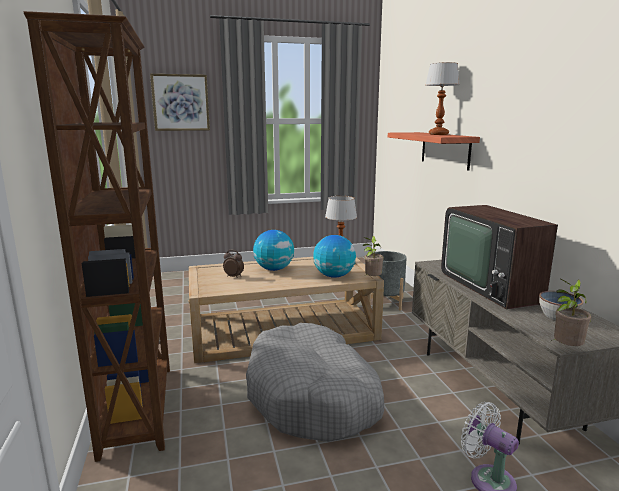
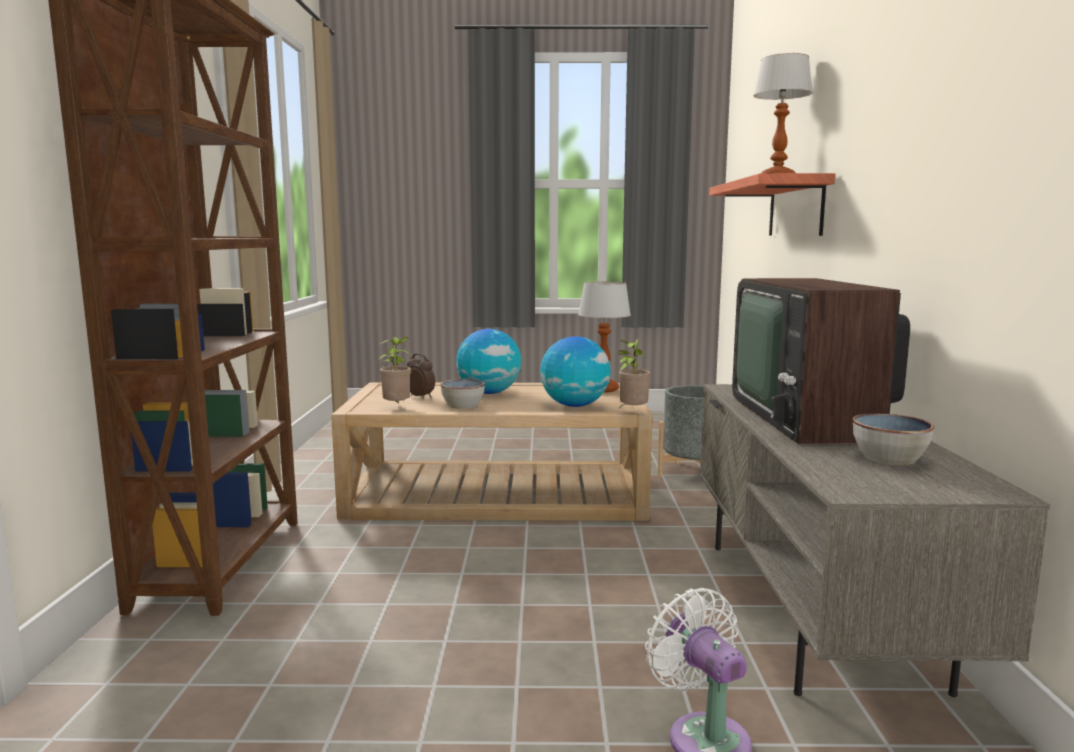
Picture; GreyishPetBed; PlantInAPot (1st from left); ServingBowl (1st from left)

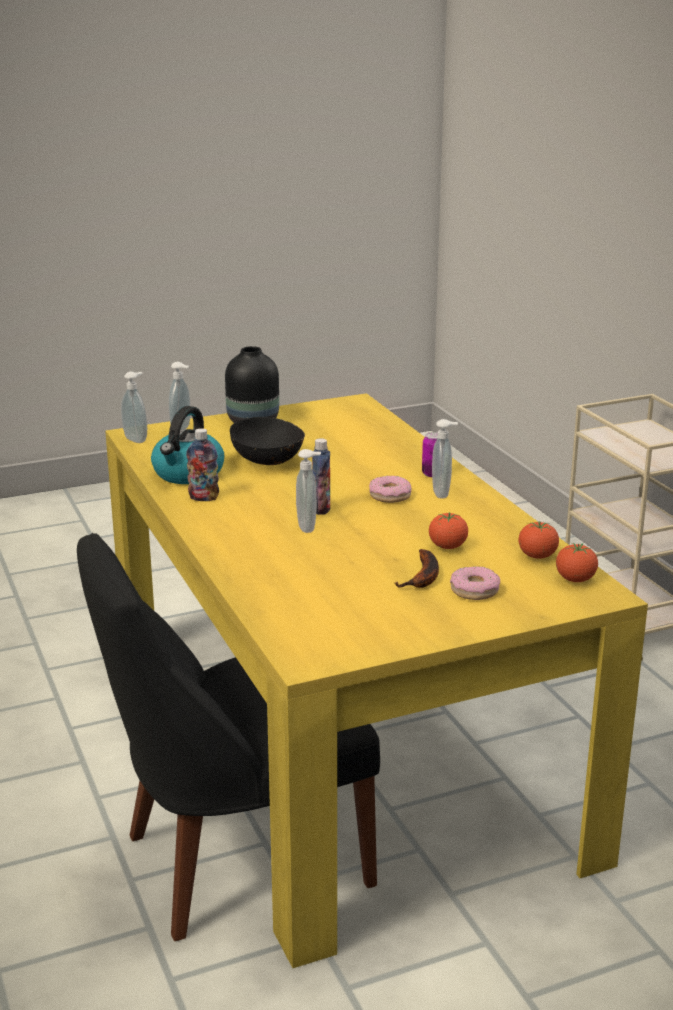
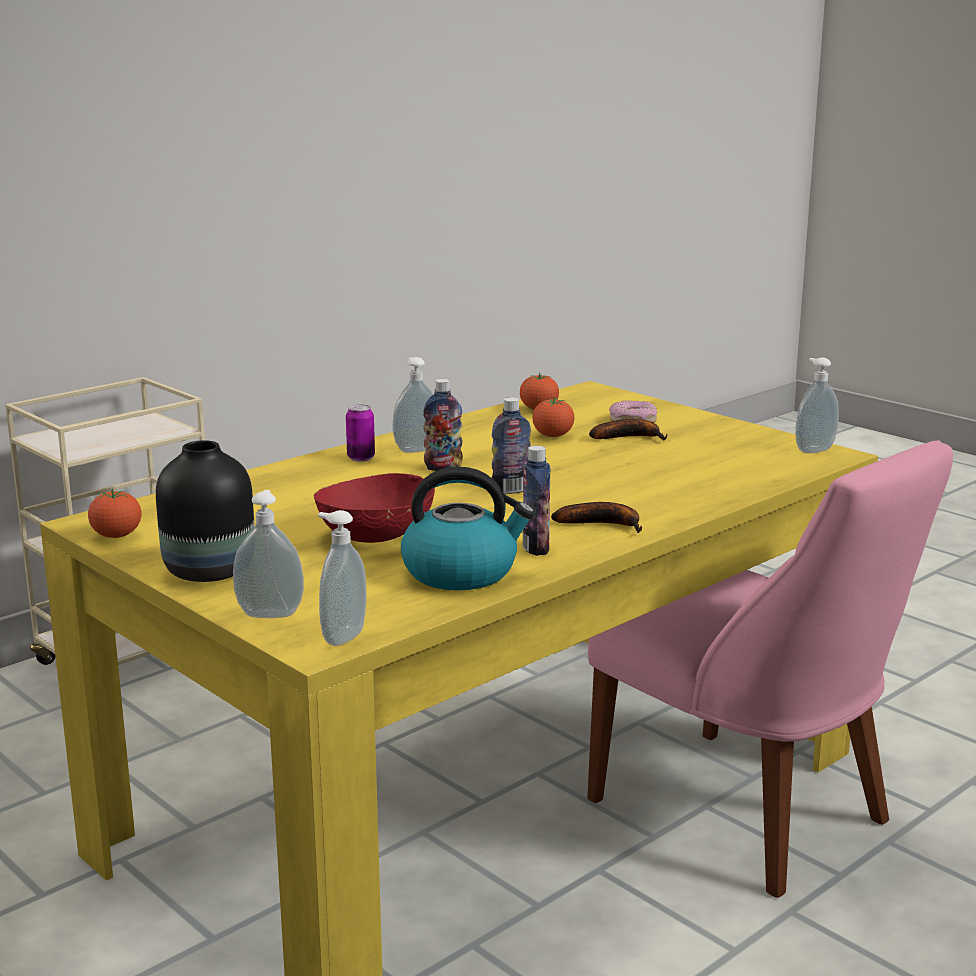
PinkishUprightChair; RedServingBowl; LiquidSoapBottle (4th from left); BeverageBottle (1st from left); FreshTomato (1st from left); WholeBanana (1st from left)

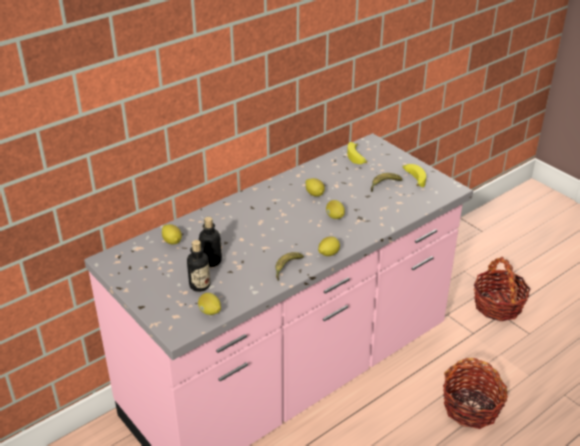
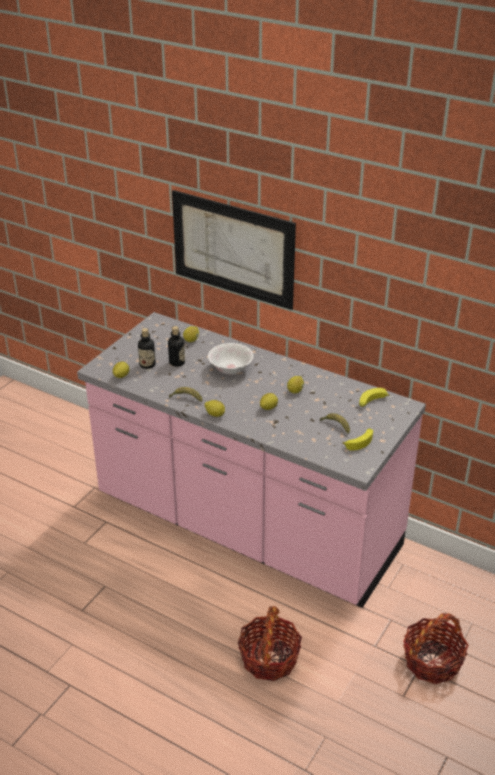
Picture; WhiteServingBowl

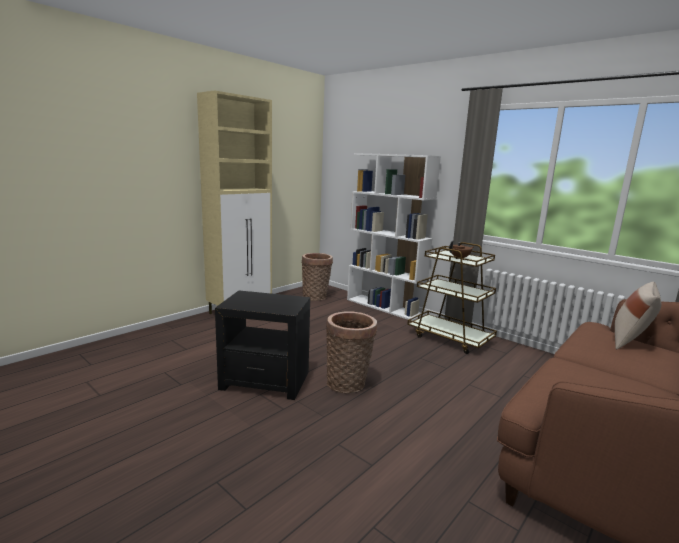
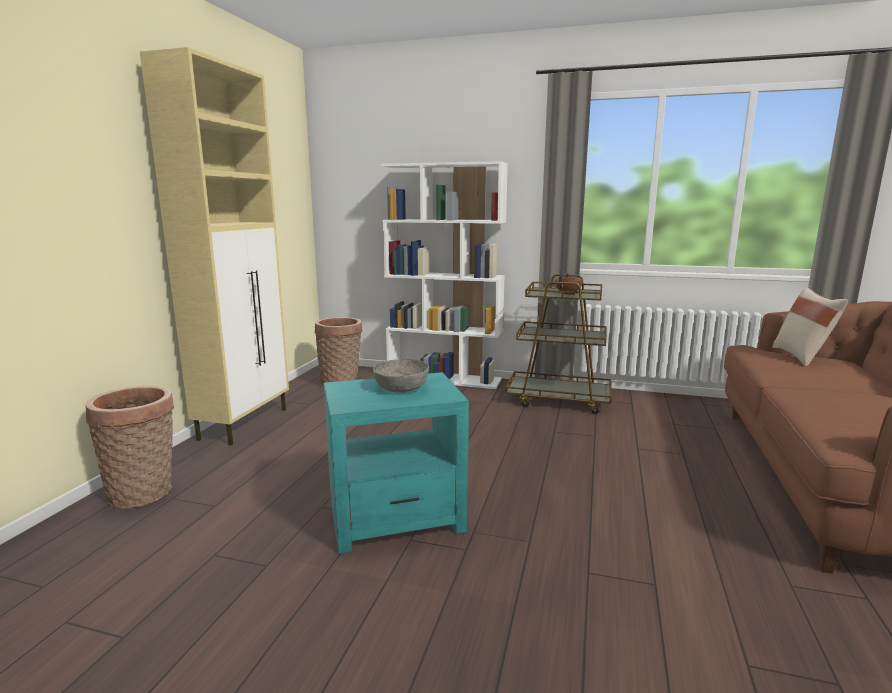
TurquoiseColouredSideTable; HouseholdBasket (1st from left); GreyishServingBowl

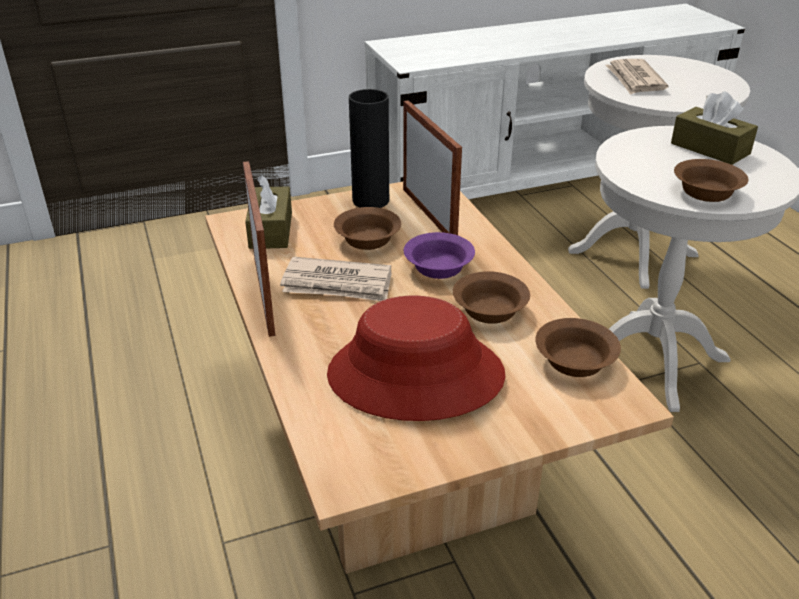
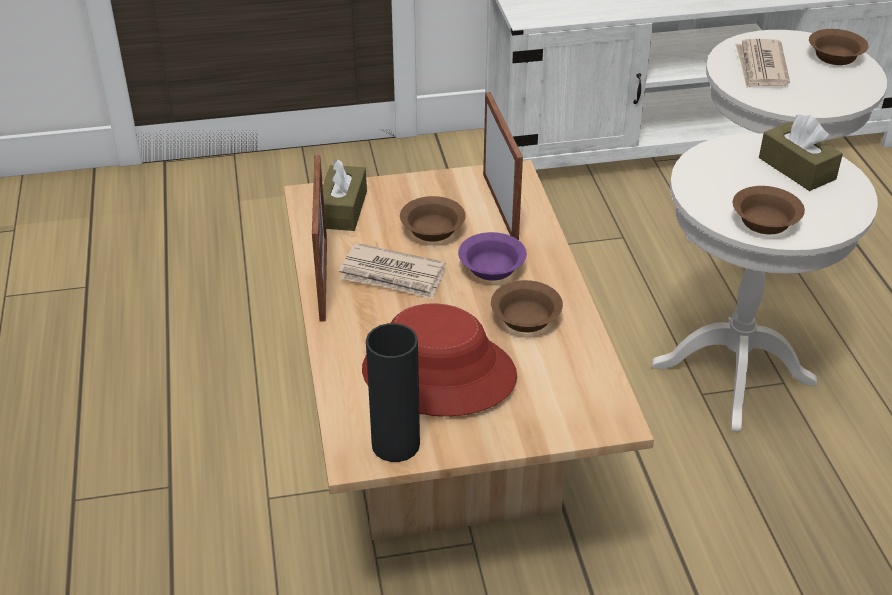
BlackishVase; BrownColouredServingBowl (4th from left)

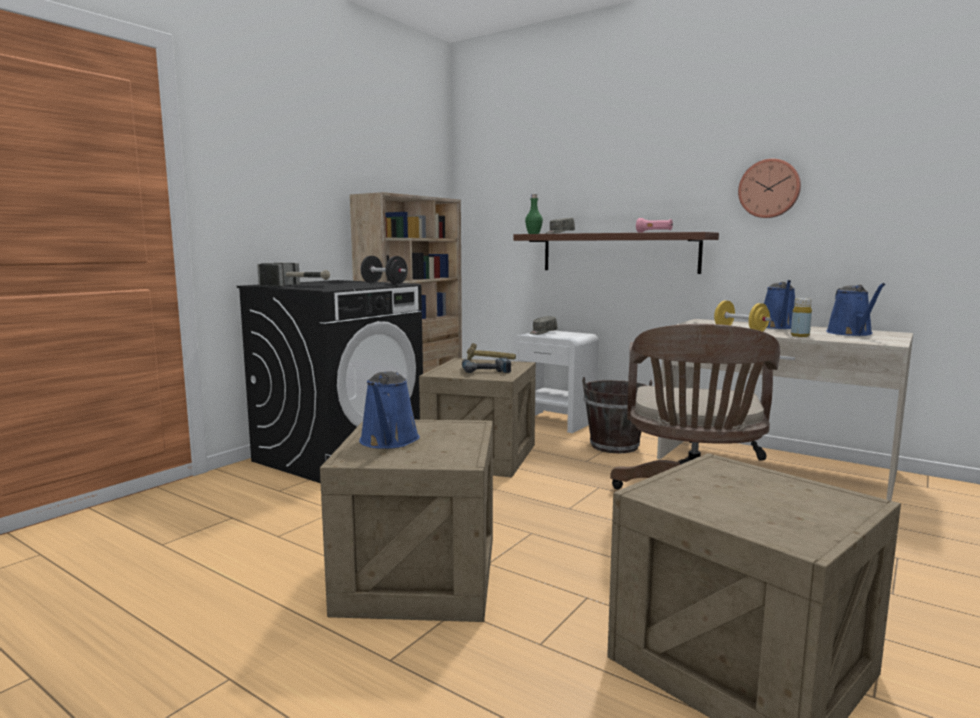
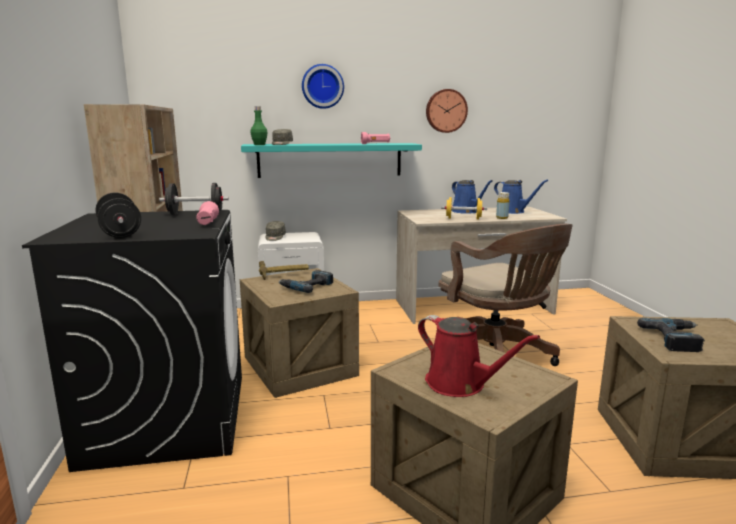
BlackishFreeWeight (1st from left); RedWateringPot; TurquoiseColouredShelf; BrownColouredBucket; PinkishFlashlight (1st from left); HangingClock (1st from left); PowerDrill (2nd from left)

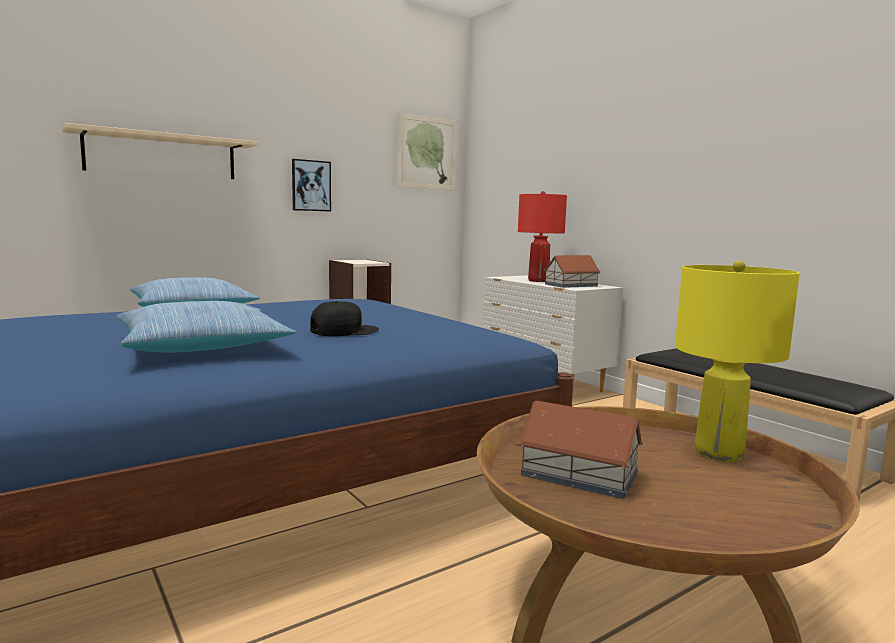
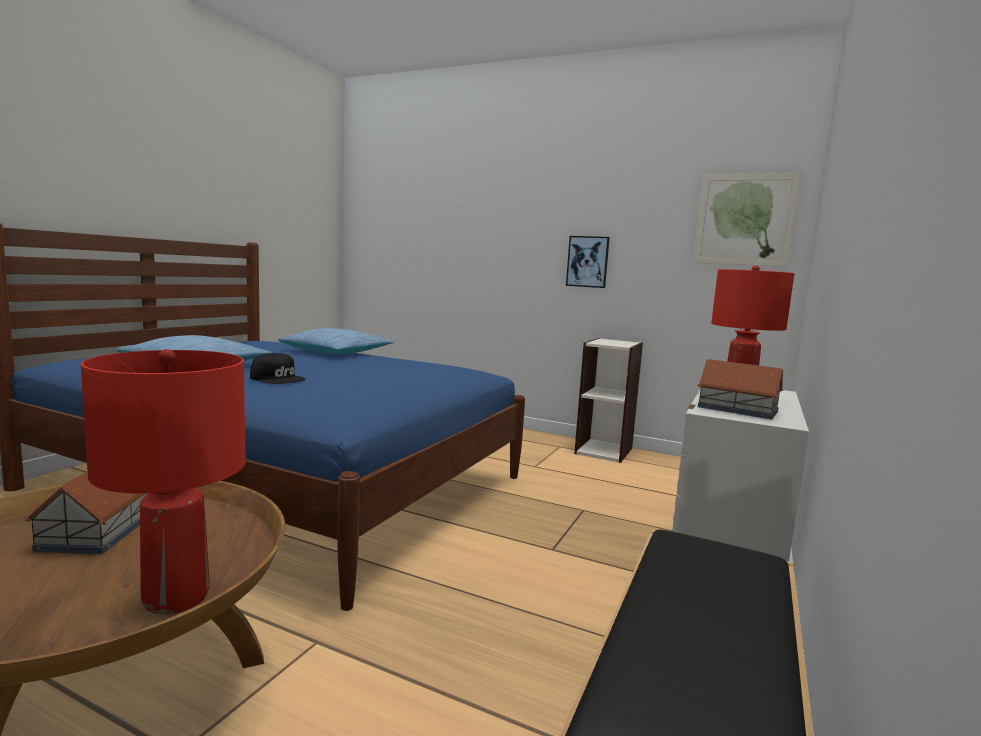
BeigeShelf; RedTableLamp (1st from left)

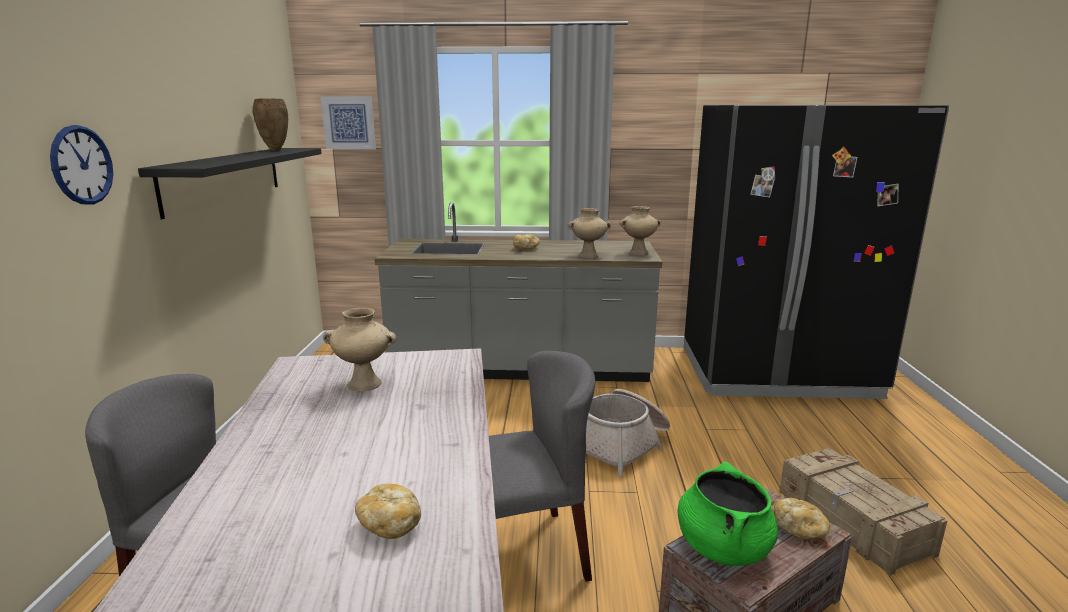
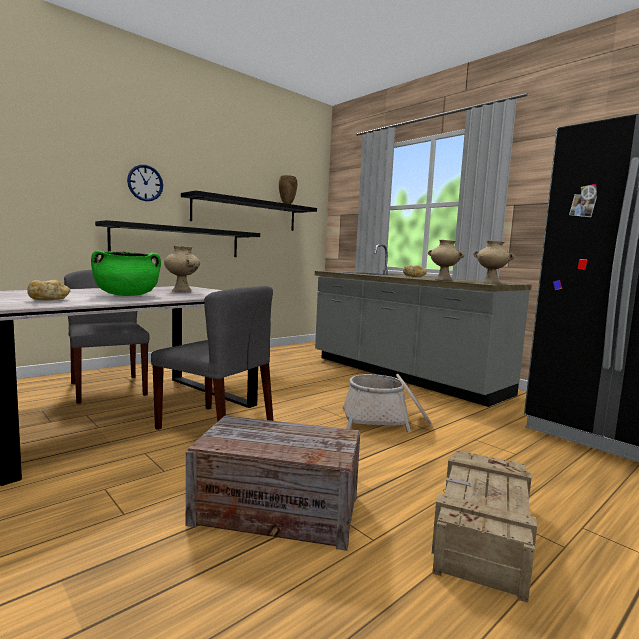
Picture; GreenishCookingPot; BakedBread (3rd from left in the first image); BlackishShelf (1st from left)

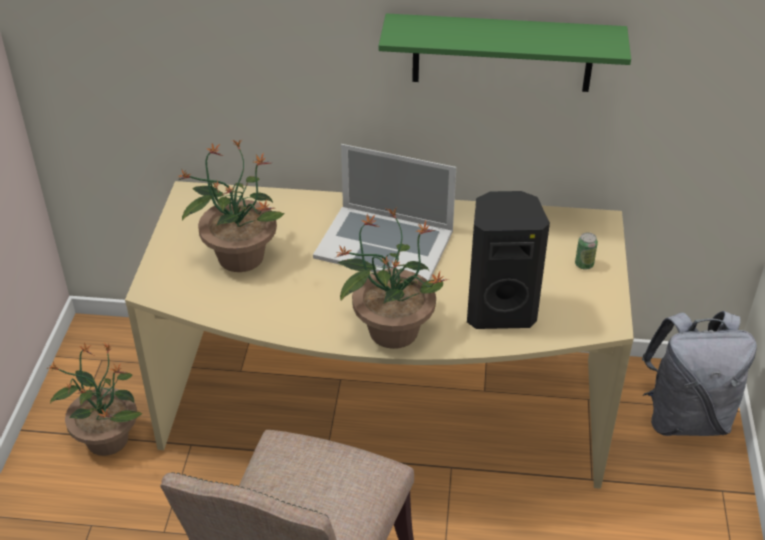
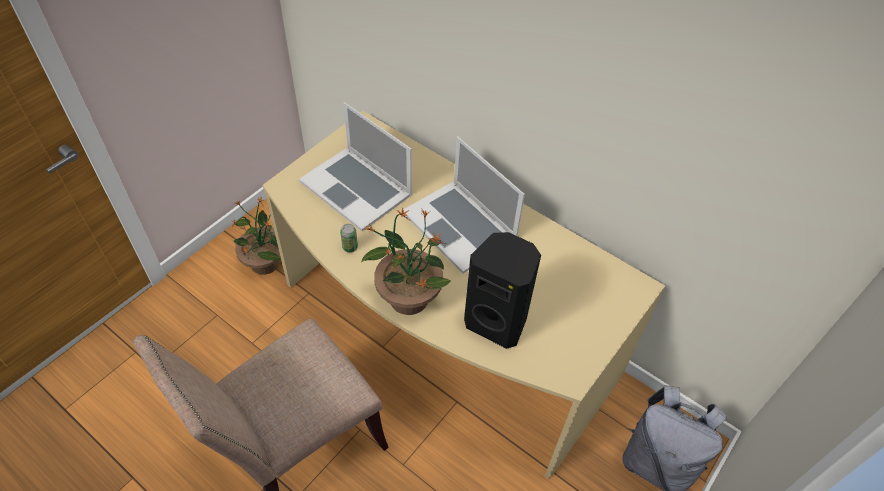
PortableComputer (1st from left); GreenishShelf; MetalCan

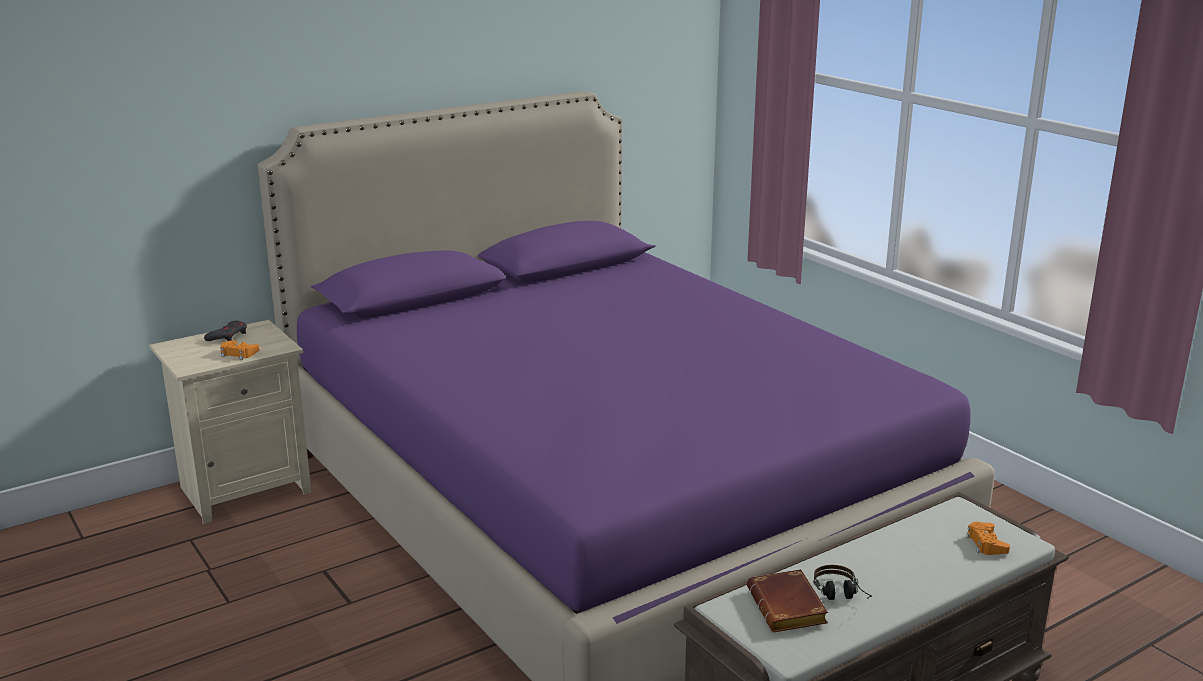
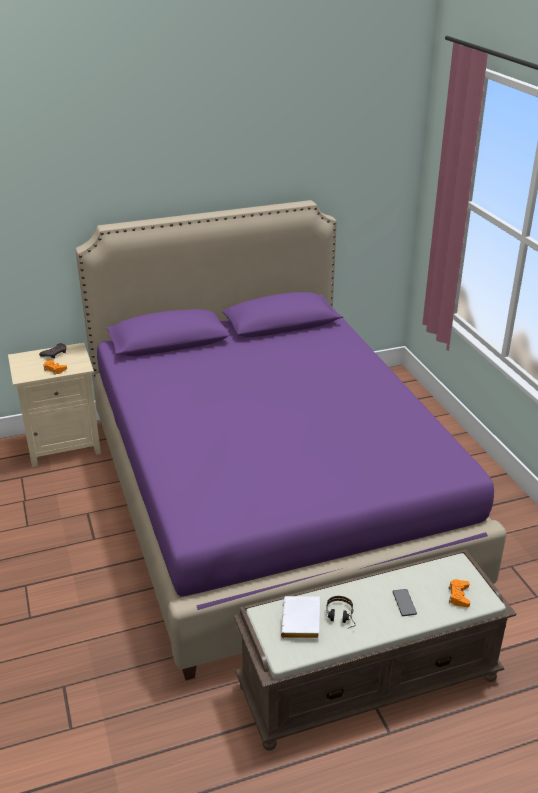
WhiteBoundBook; Telephone

